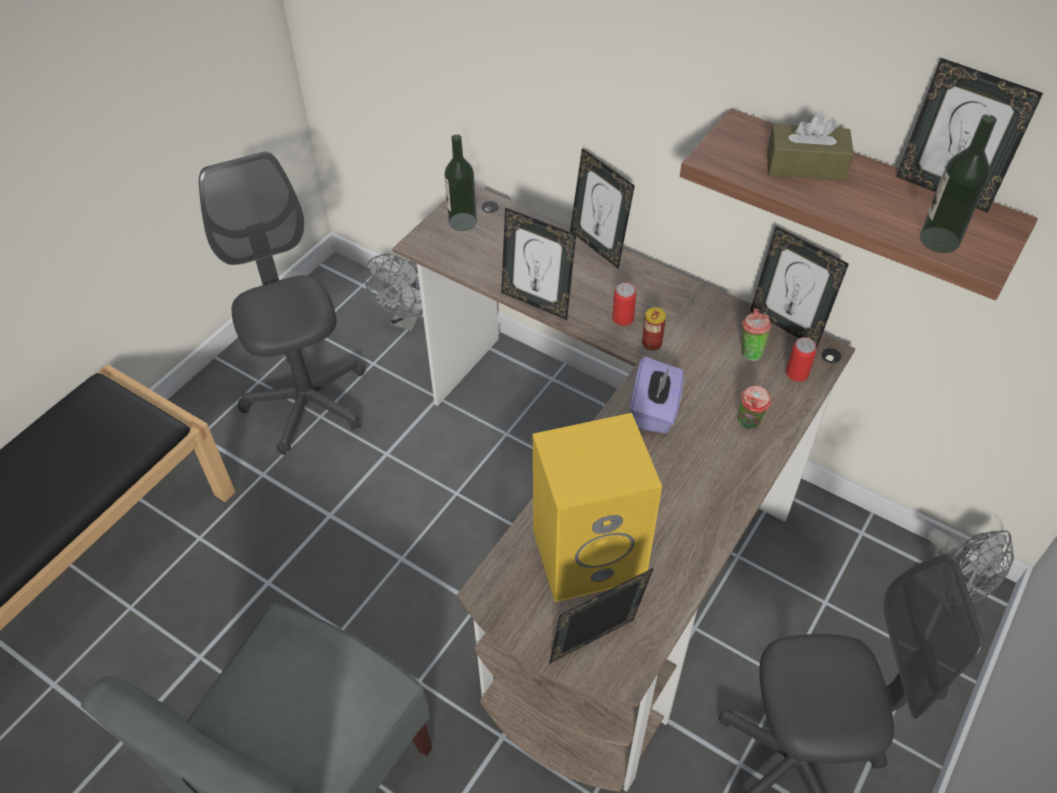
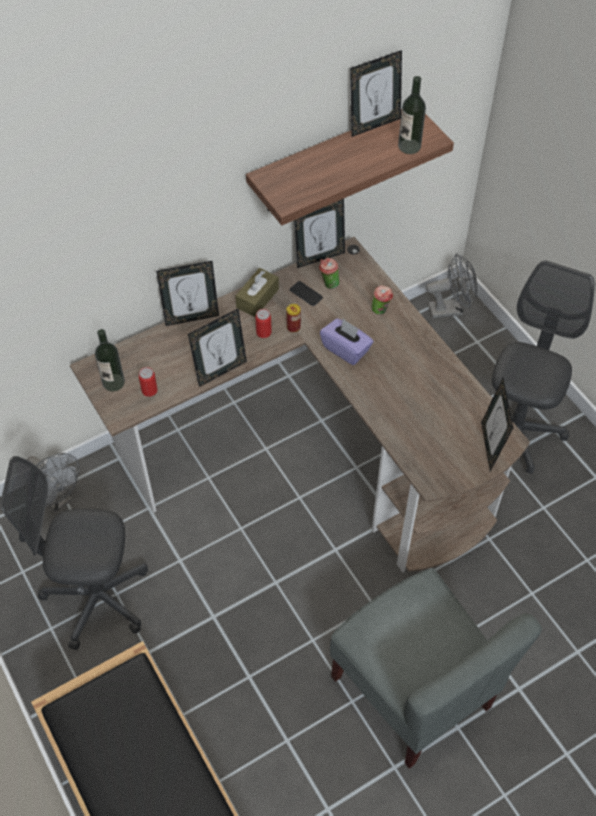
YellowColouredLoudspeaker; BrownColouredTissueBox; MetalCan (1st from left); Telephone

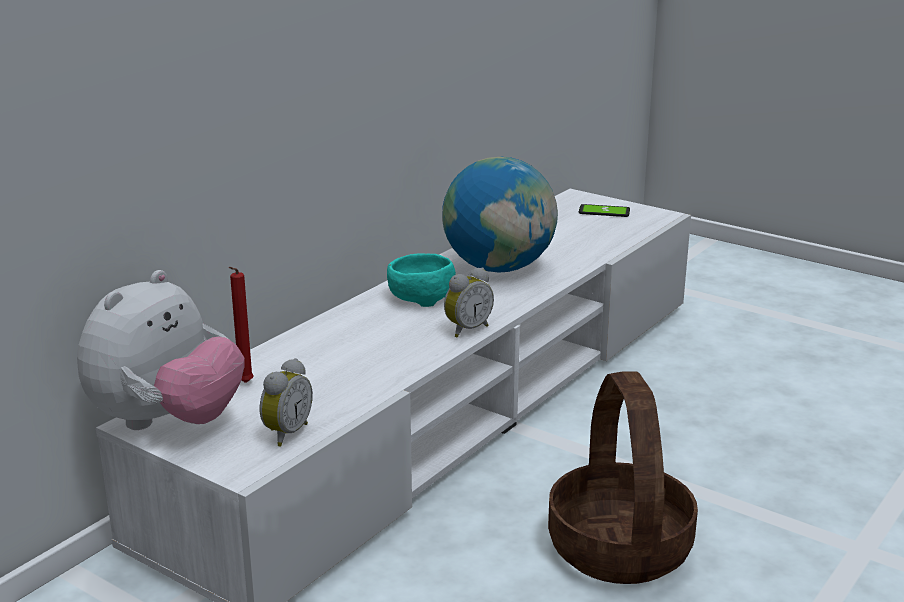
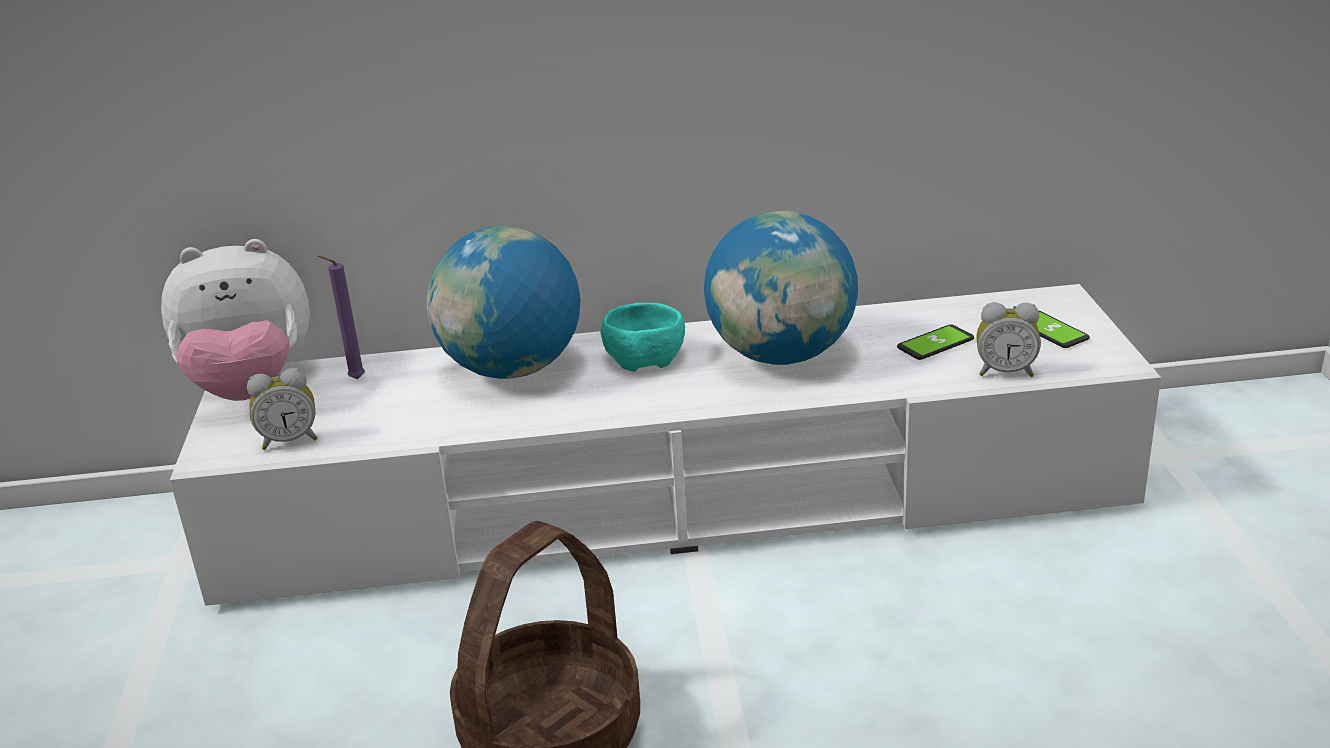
PurpleColouredWaxCandle; TableClock (2nd from left); Globe (1st from left); Telephone (1st from left)

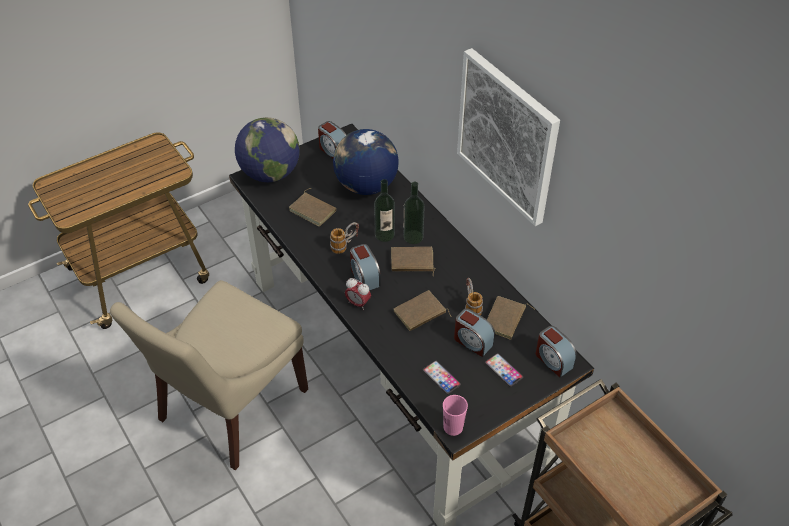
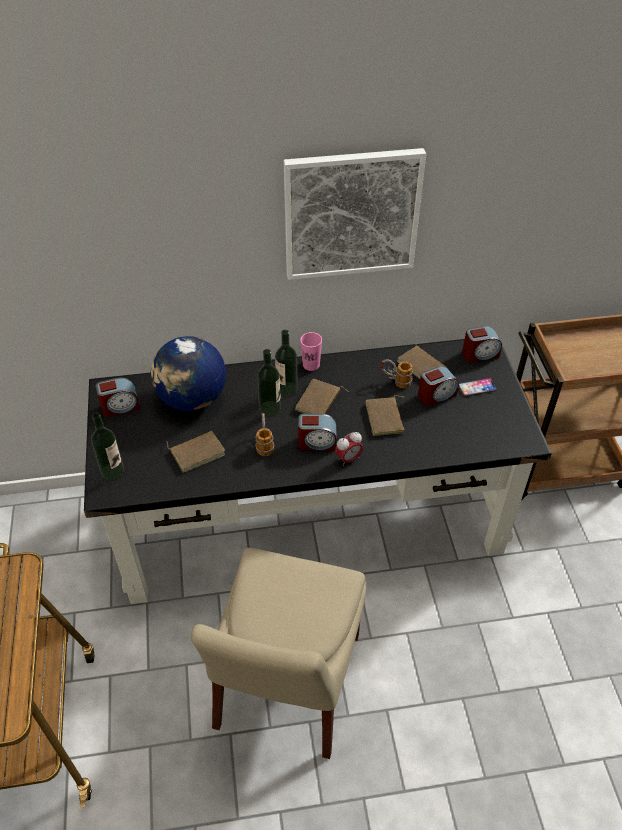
BeigeUprightChair; BeverageBottle (1st from left); Telephone (1st from left in the first image); PinkishDrinkingCup

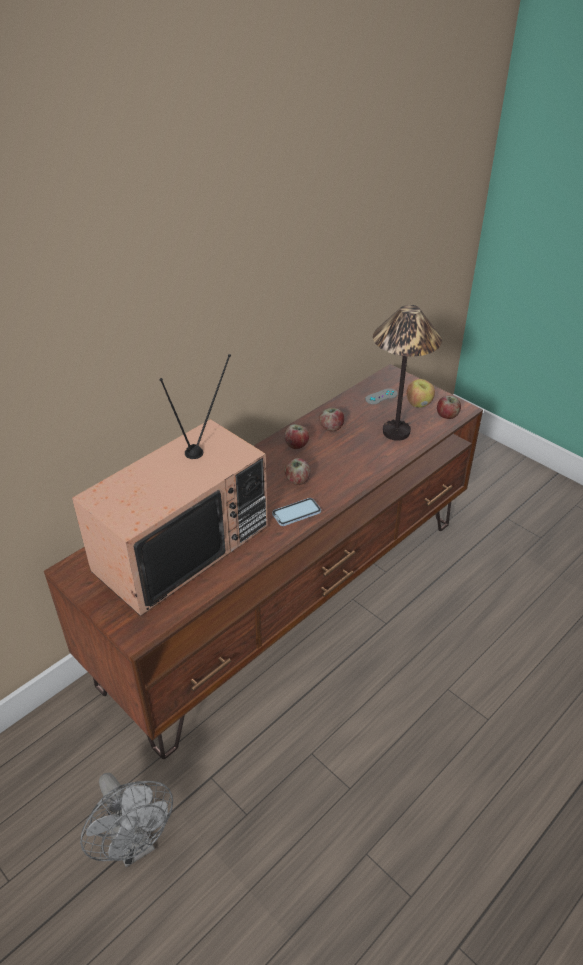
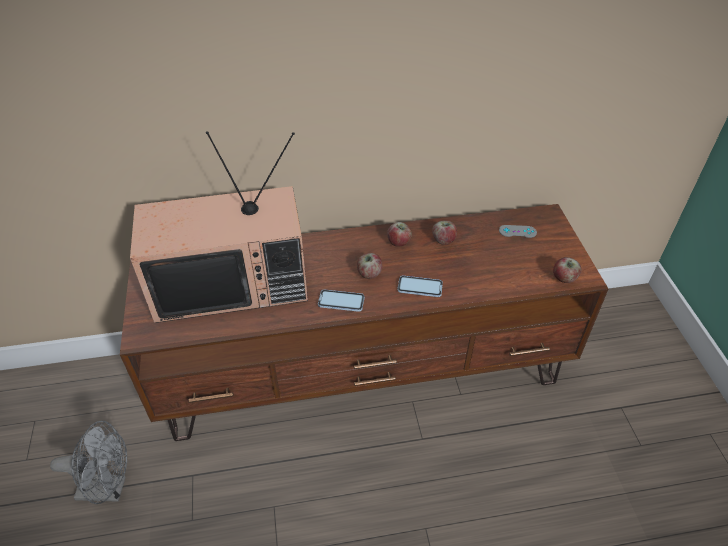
GreyishCoolingFan; TableLamp; WholeApple (4th from left in the first image); Telephone (2nd from left)

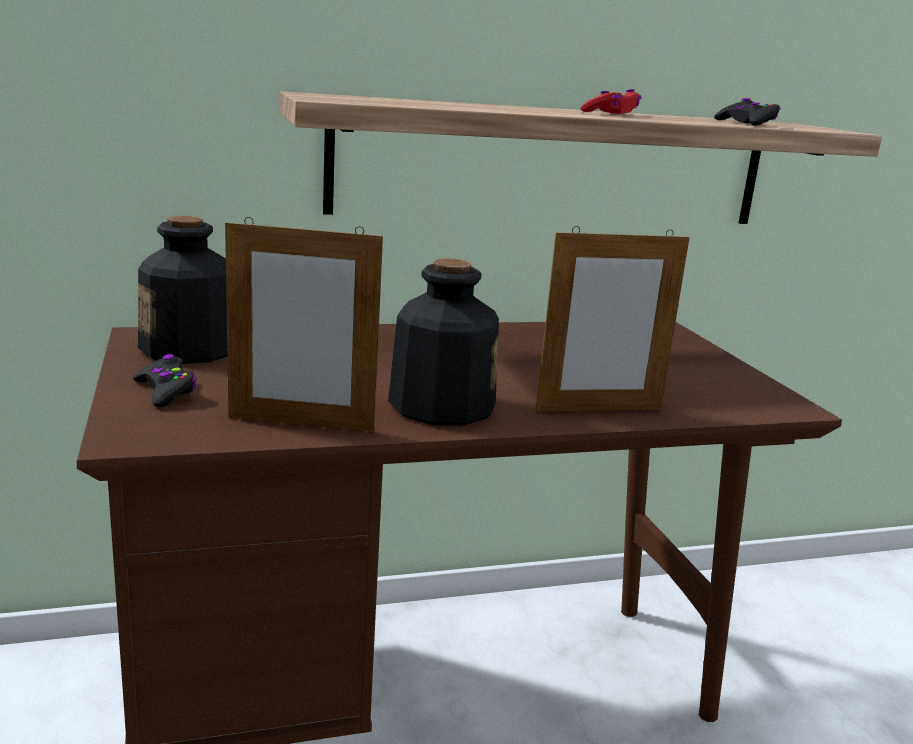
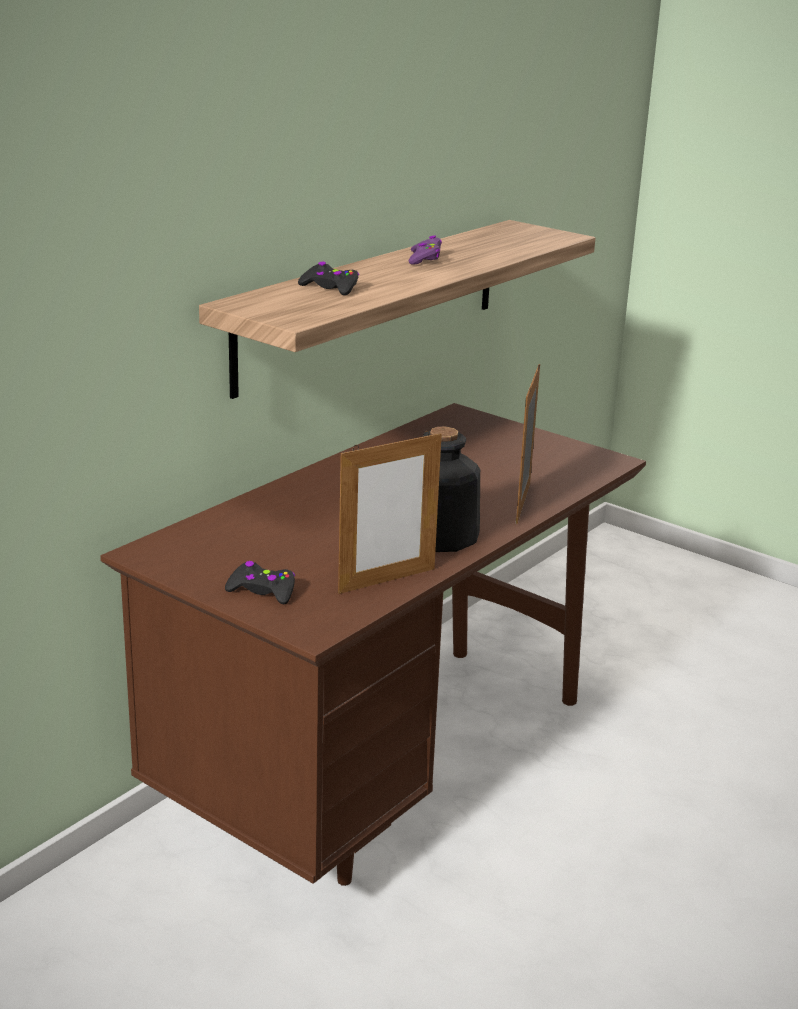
BeverageBottle (1st from left in the first image); PhotoFrame (2nd from left); PurpleColouredGamepad; BlackishGamepad (2nd from left)

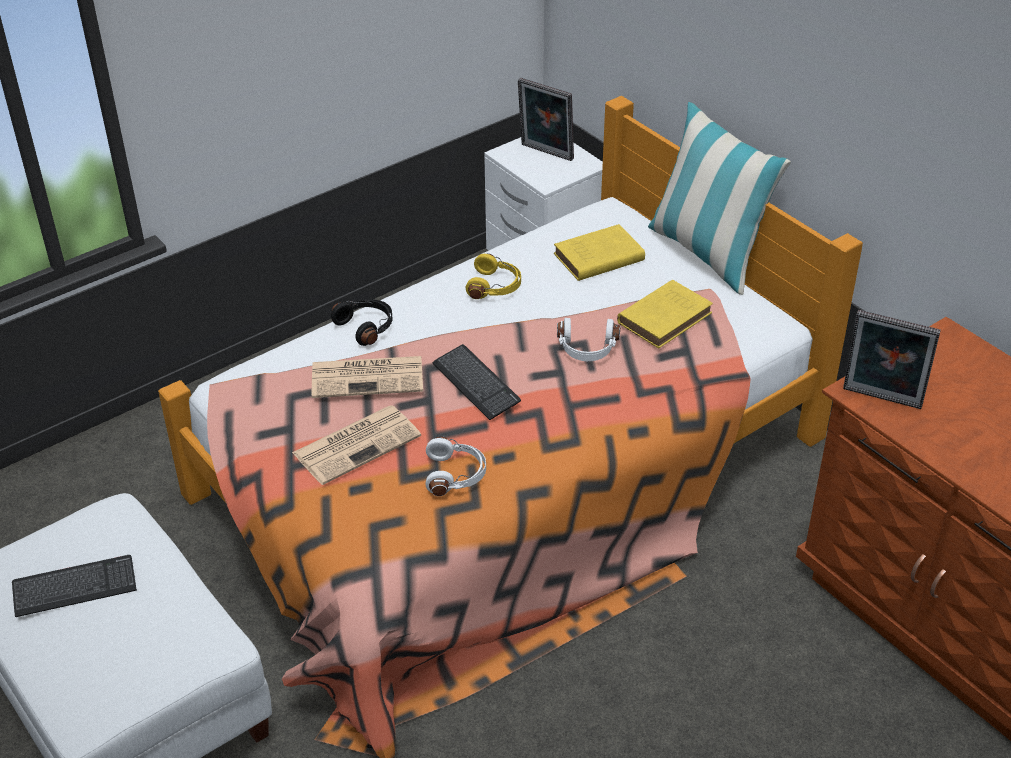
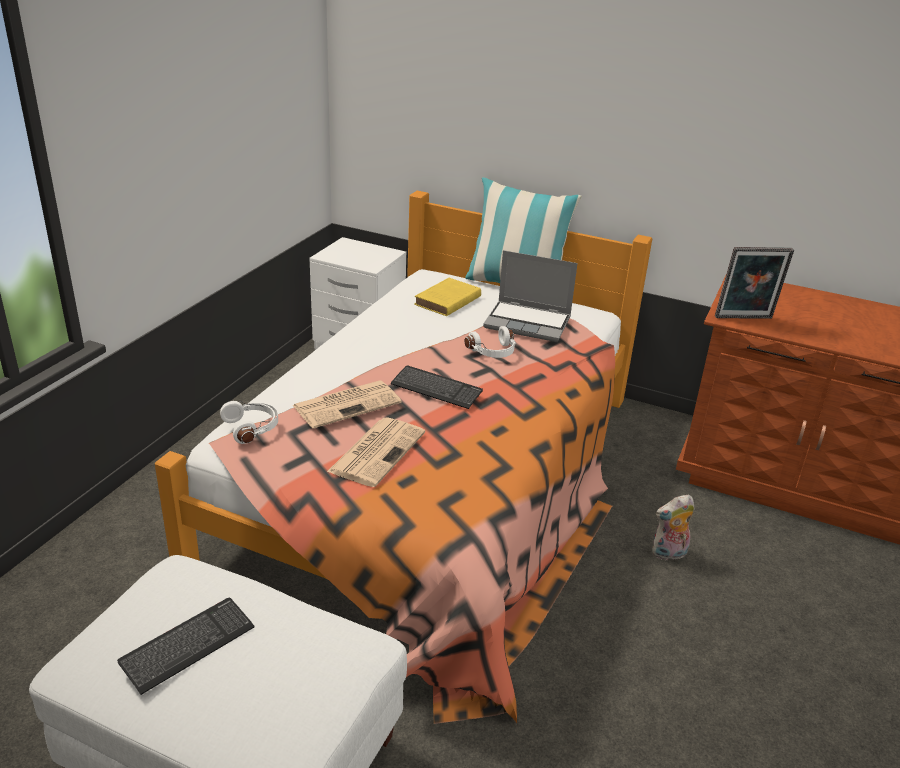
BlackishHeadset; WhiteHeadset (1st from left); YellowColouredHeadset; PhotoFrame (1st from left in the first image); PortableComputer; SoftToy

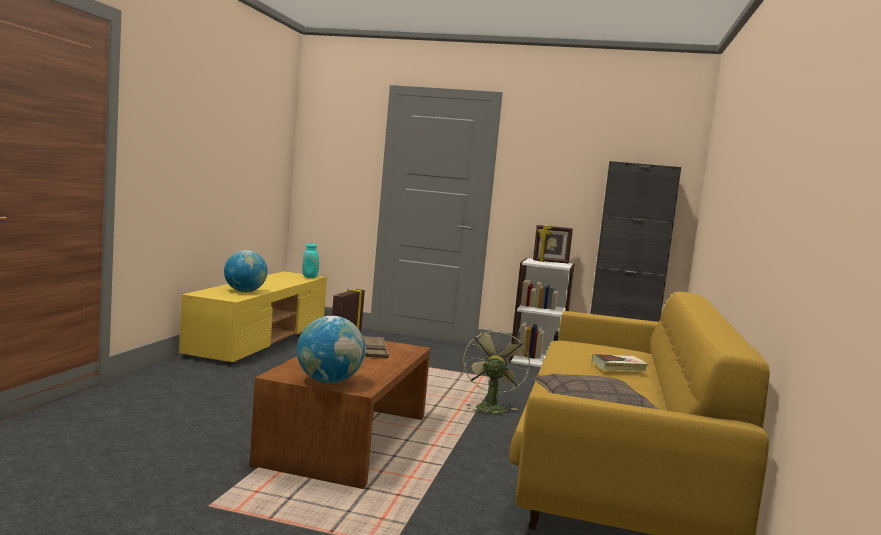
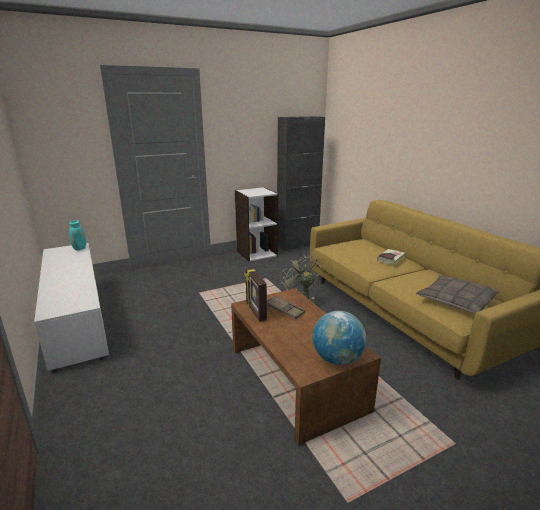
WhiteTvStand; Globe (1st from left in the first image); PhotoFrame (2nd from left in the first image)

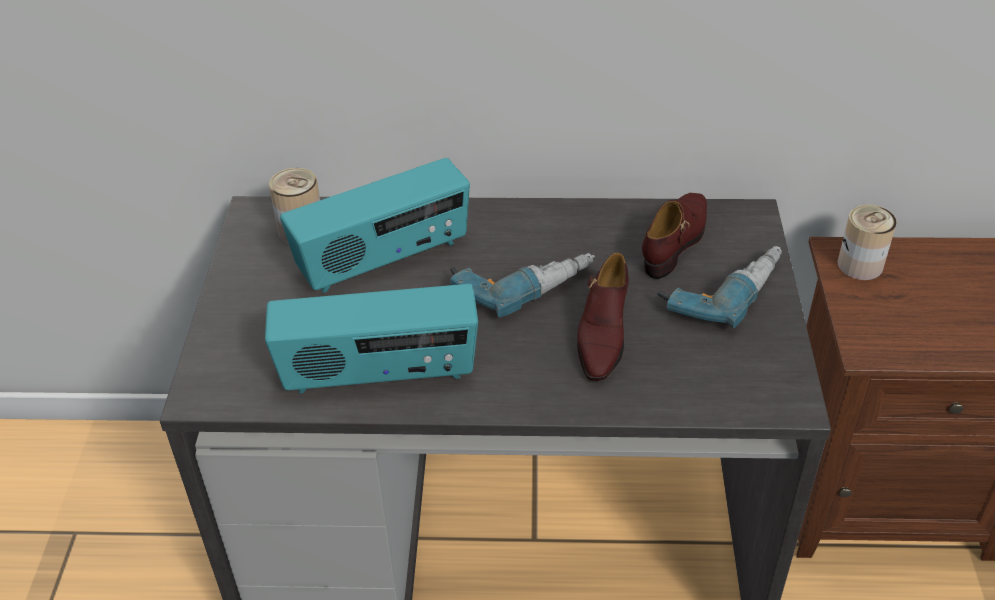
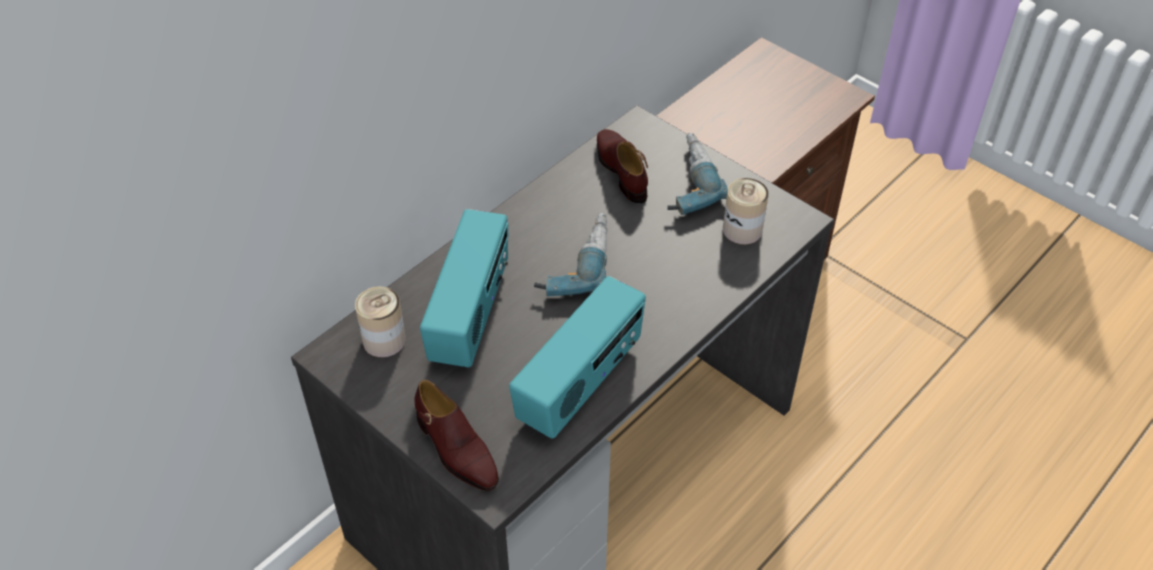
BrownColouredShoe (1st from left); MetalCan (2nd from left)

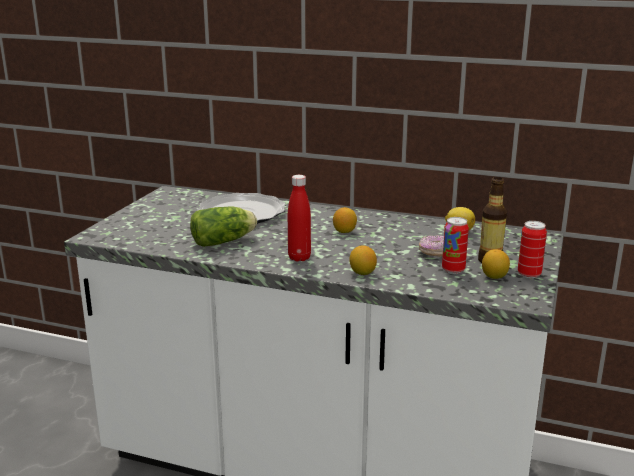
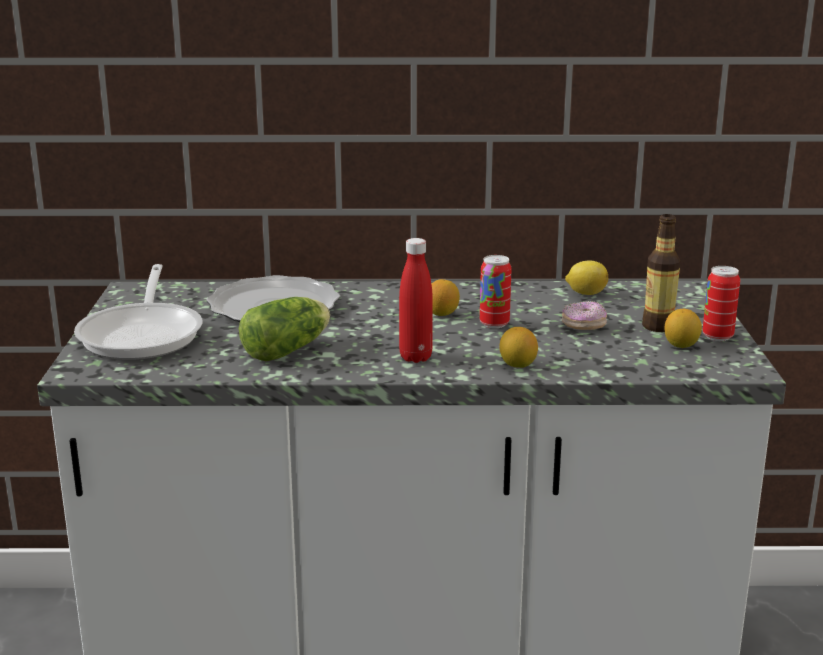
MetalCan (1st from left); Skillet

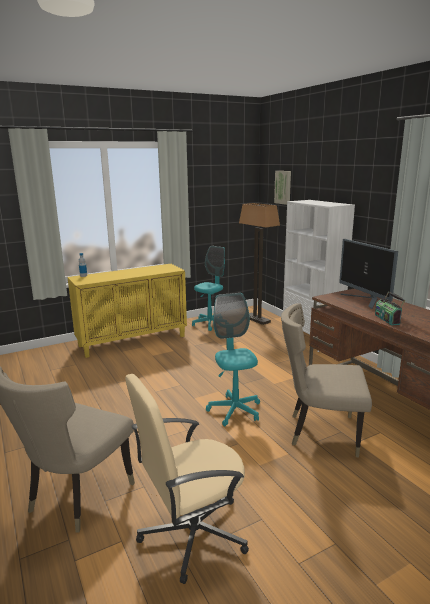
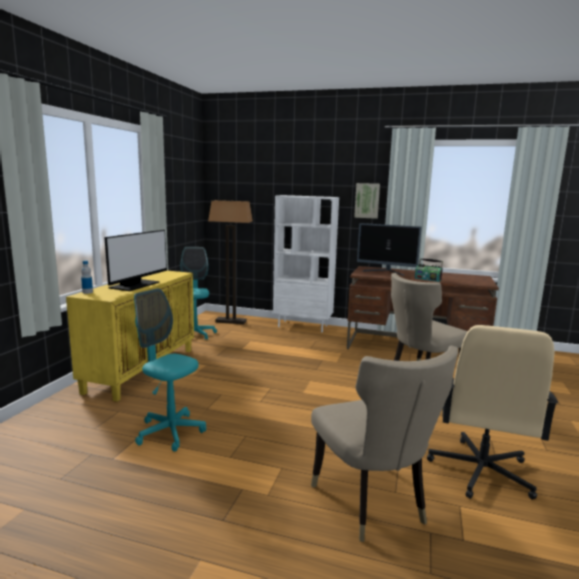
TurquoiseColouredDeskChair (1st from left); Picture; ComputerDisplay (1st from left)

